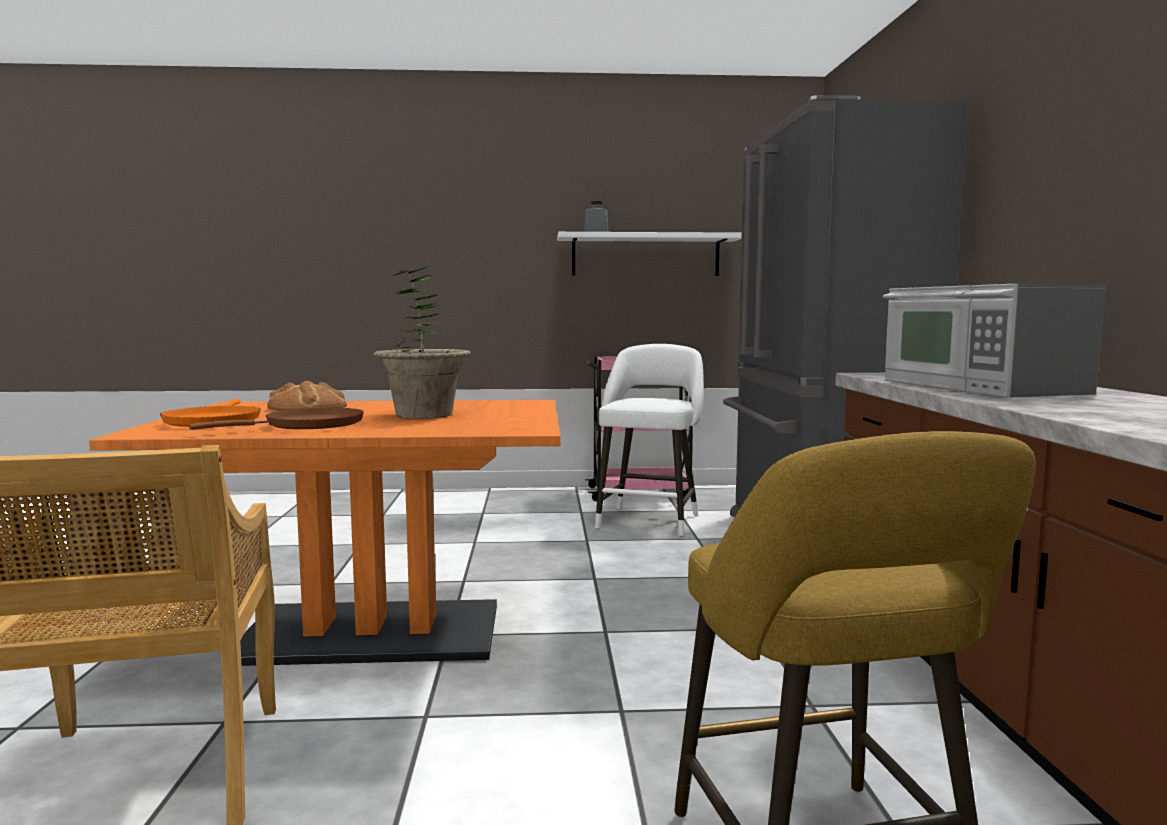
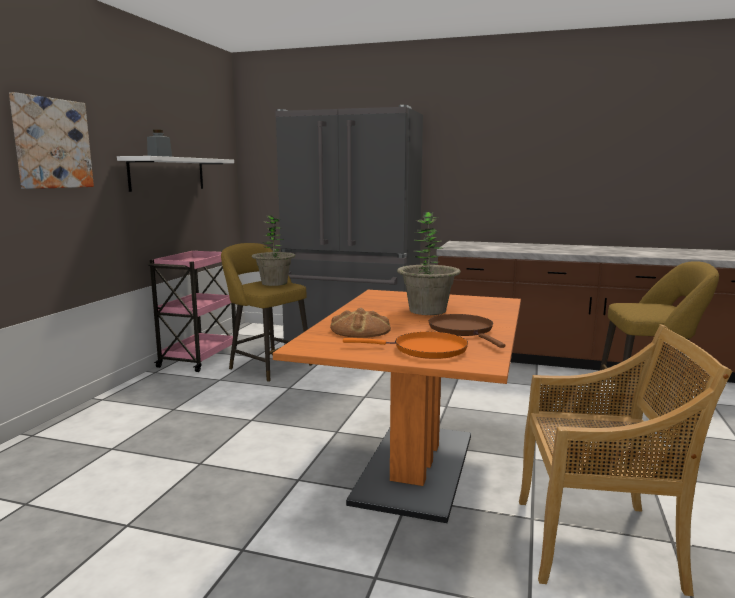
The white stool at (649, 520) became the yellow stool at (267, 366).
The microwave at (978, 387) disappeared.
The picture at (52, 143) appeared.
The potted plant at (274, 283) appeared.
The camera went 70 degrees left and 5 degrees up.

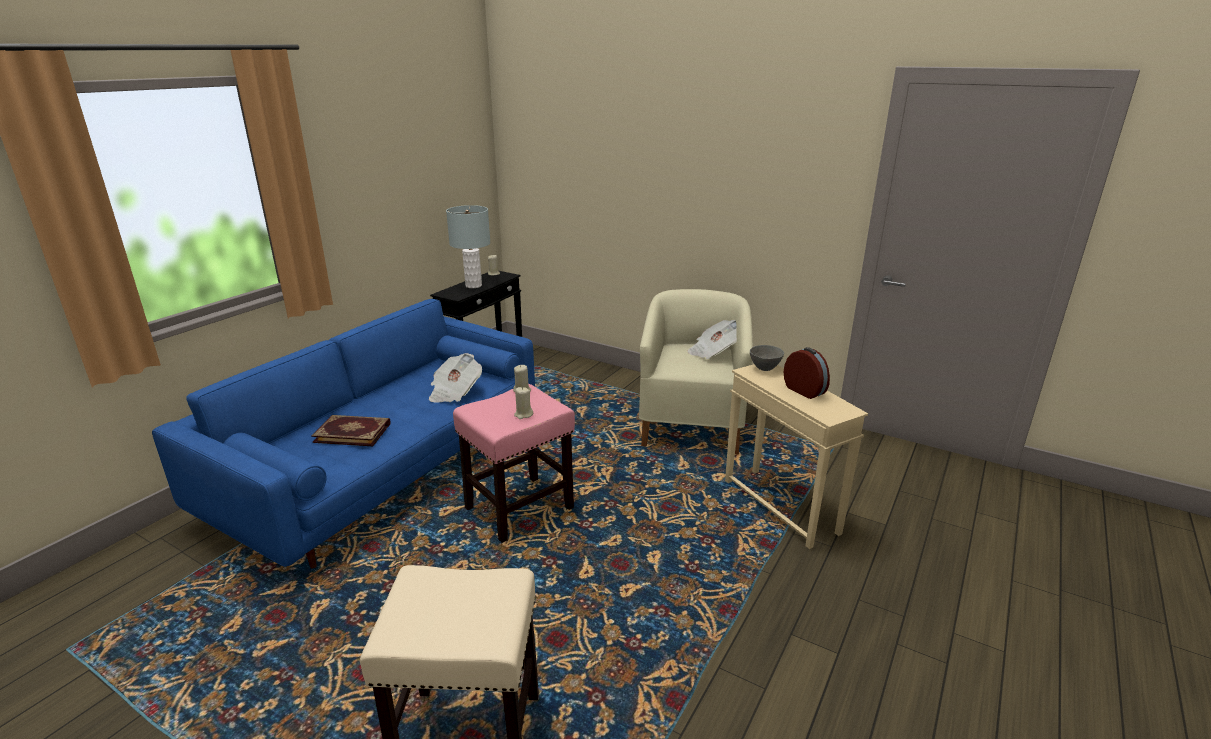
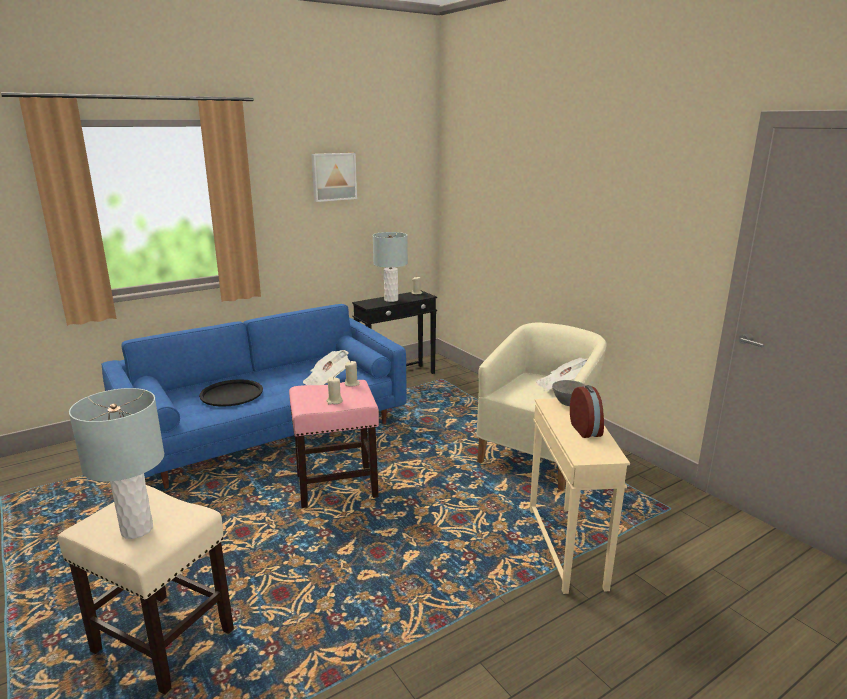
The book at (353, 432) was replaced by the black tray at (231, 394).
The grey table lamp at (136, 530) appeared.
The picture at (333, 176) appeared.
The camera went 25 degrees right and 5 degrees down.

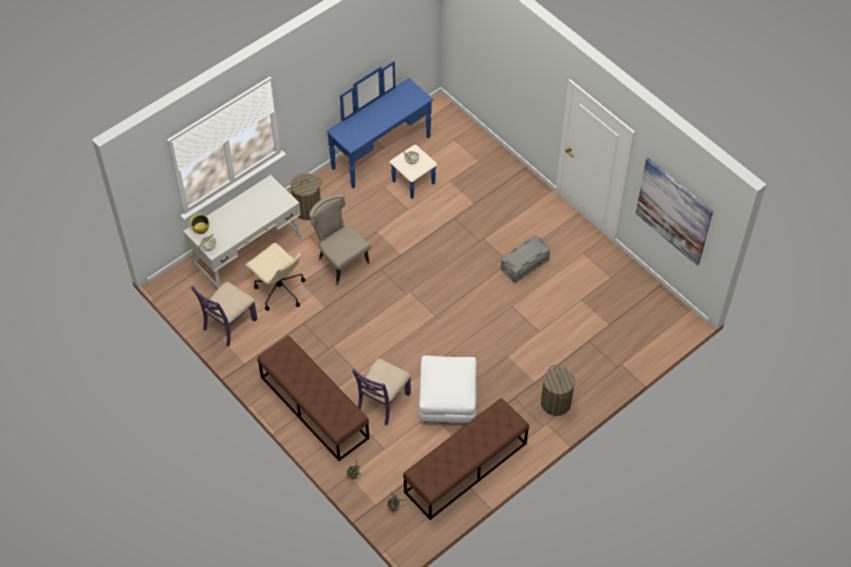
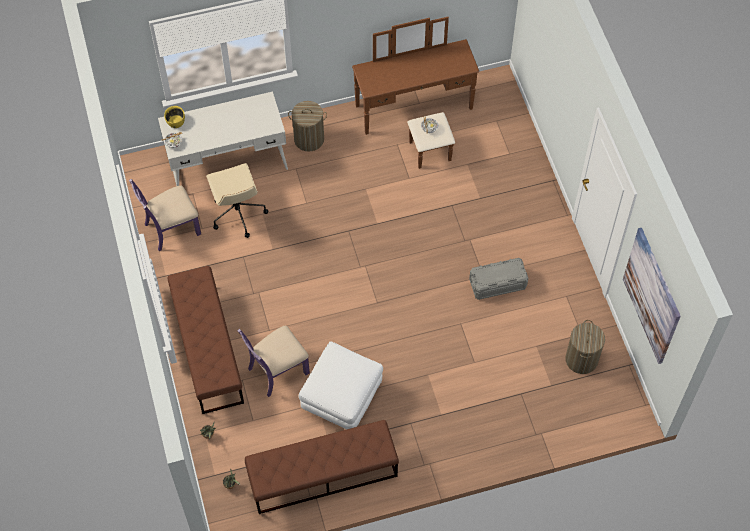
The beige chair at (341, 261) disappeared.
The blue dresser at (389, 159) became the brown dresser at (418, 117).
The laundry basket moved from (555, 403) to (581, 359).
The camera went 25 degrees right and 5 degrees up.

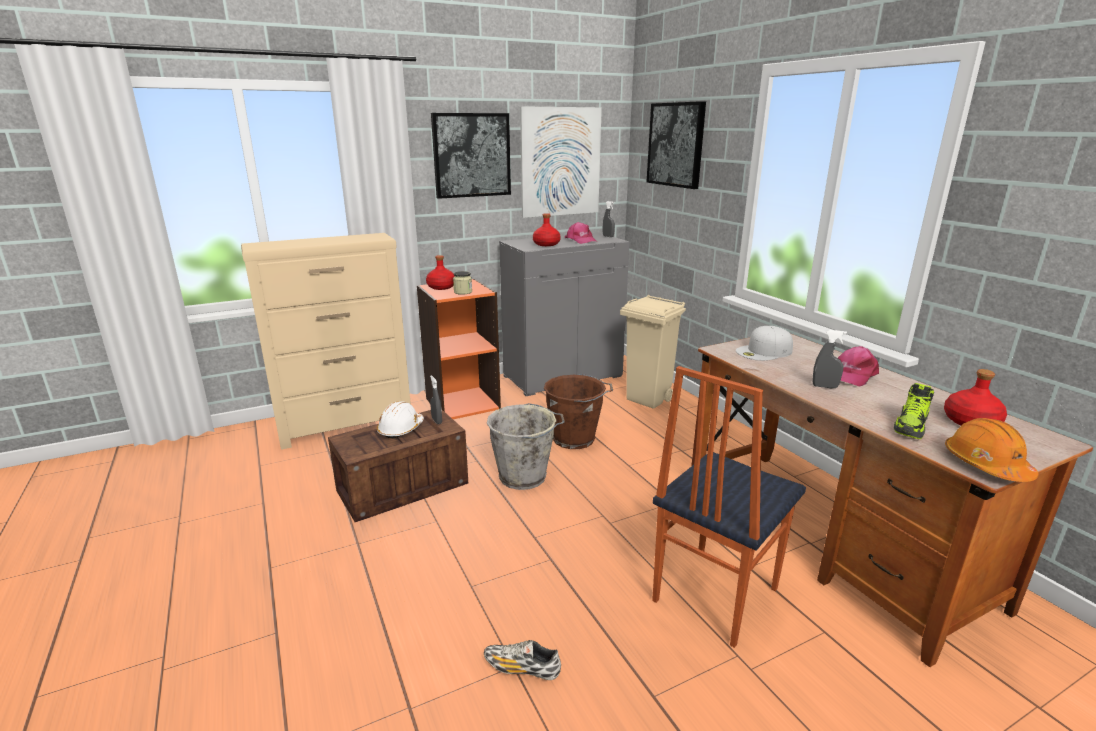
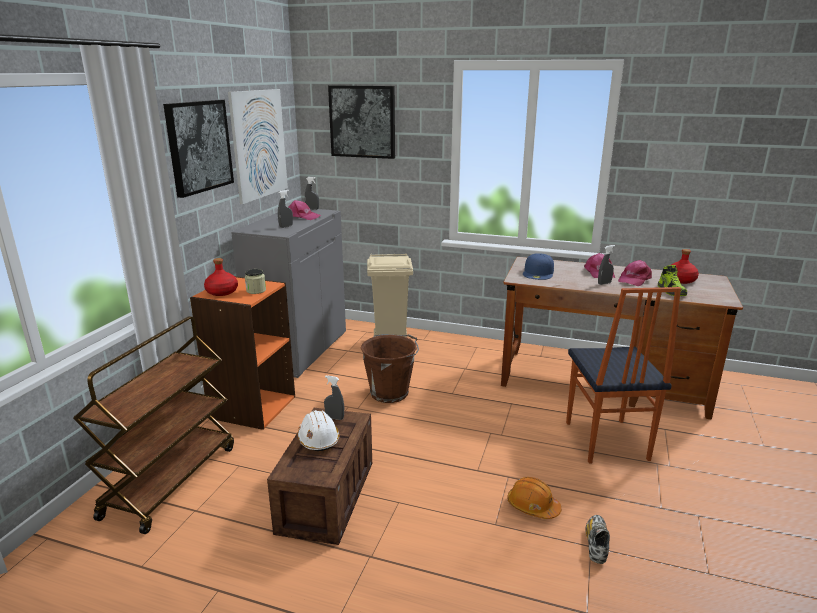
The beige dresser at (347, 426) was replaced by the brown cart at (171, 480).
The shoe at (522, 668) turned 135 degrees clockwise.
The grey bucket at (525, 476) disappeared.
The red bottle at (546, 244) was replaced by the grey spray bottle at (286, 226).
The white cap at (764, 351) became the blue cap at (538, 272).
The orange hard hat moved from (986, 465) to (532, 506).
The pink cap at (634, 279) appeared.
The camera went 45 degrees left and 0 degrees up.

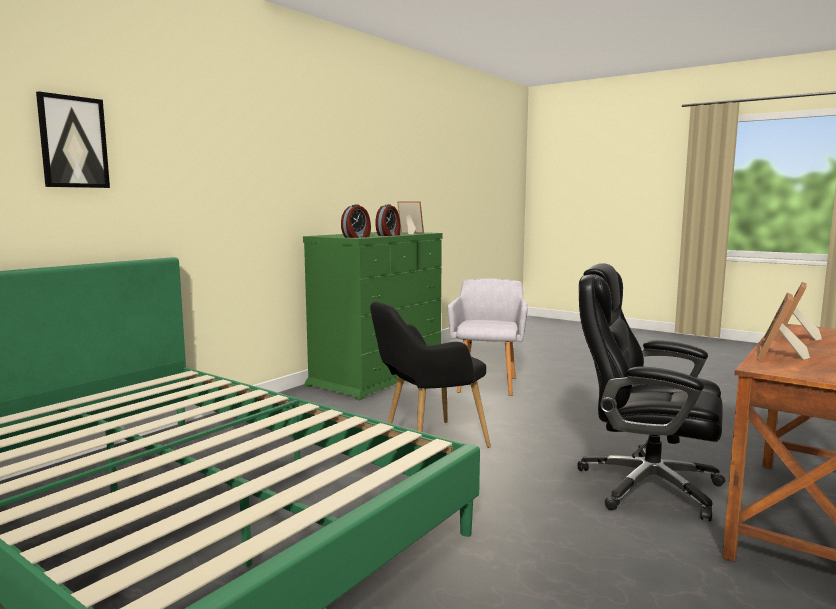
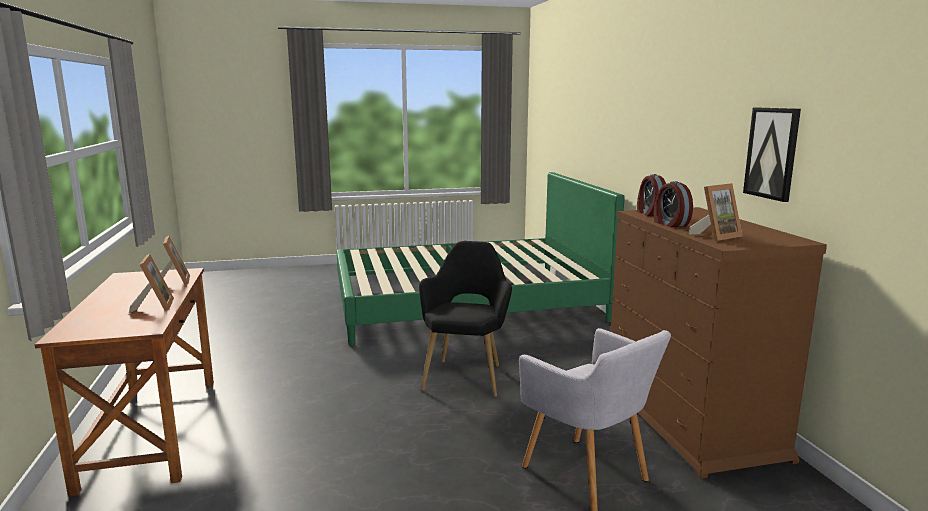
The picture moved from (73, 142) to (772, 153).
The green dresser at (377, 377) became the brown dresser at (690, 419).
The black office chair at (645, 485) disappeared.
The camera went 130 degrees right and 5 degrees up.

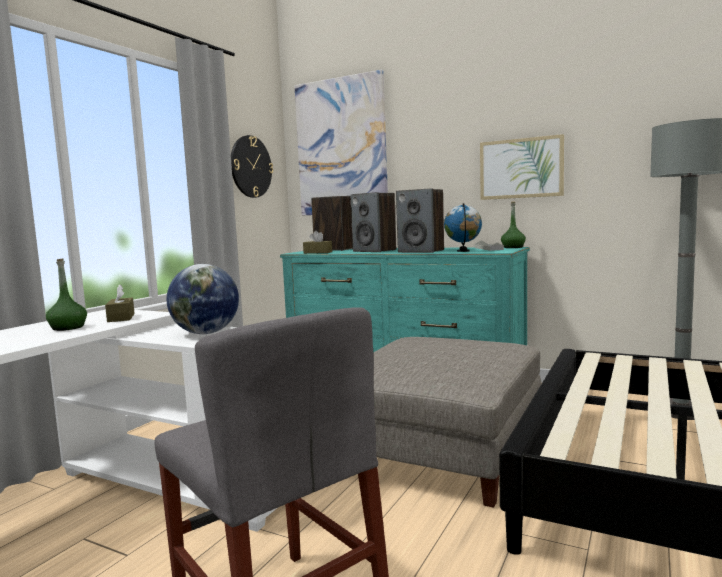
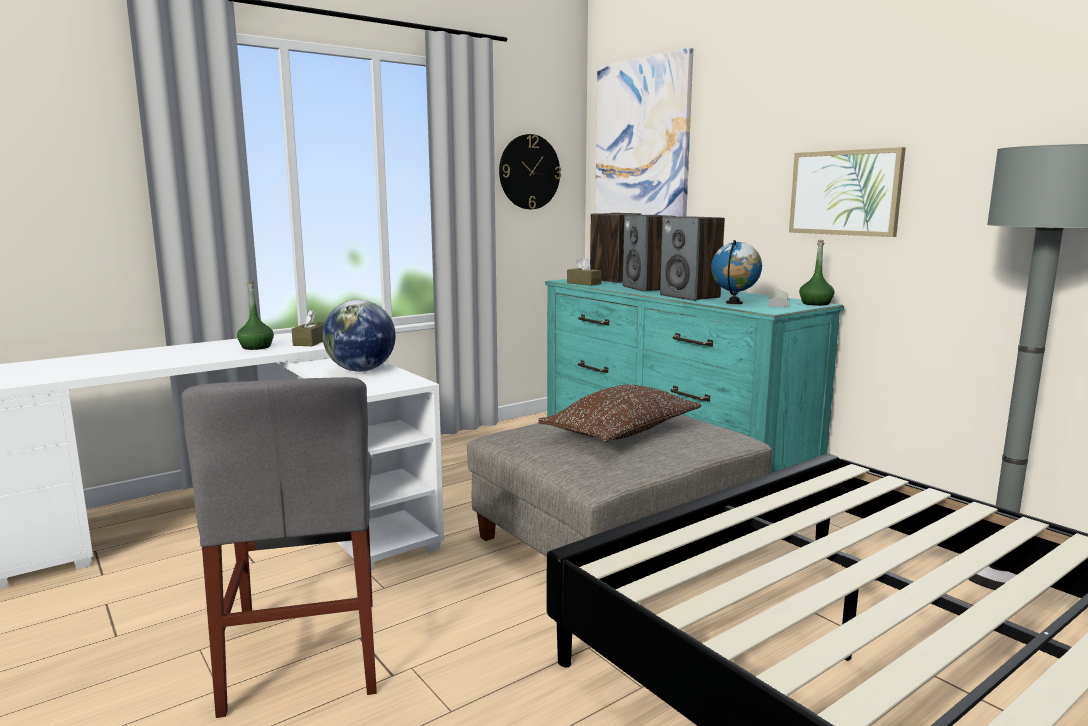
The brown pillow at (622, 432) appeared.
The camera went 25 degrees right and 5 degrees up.

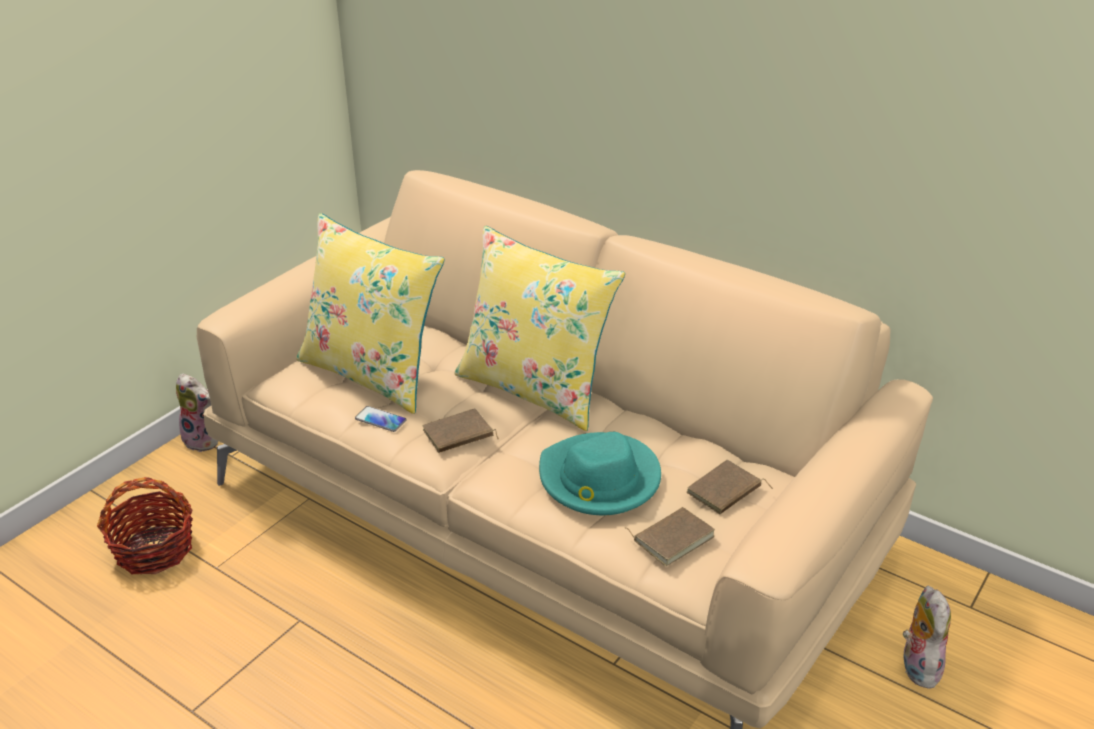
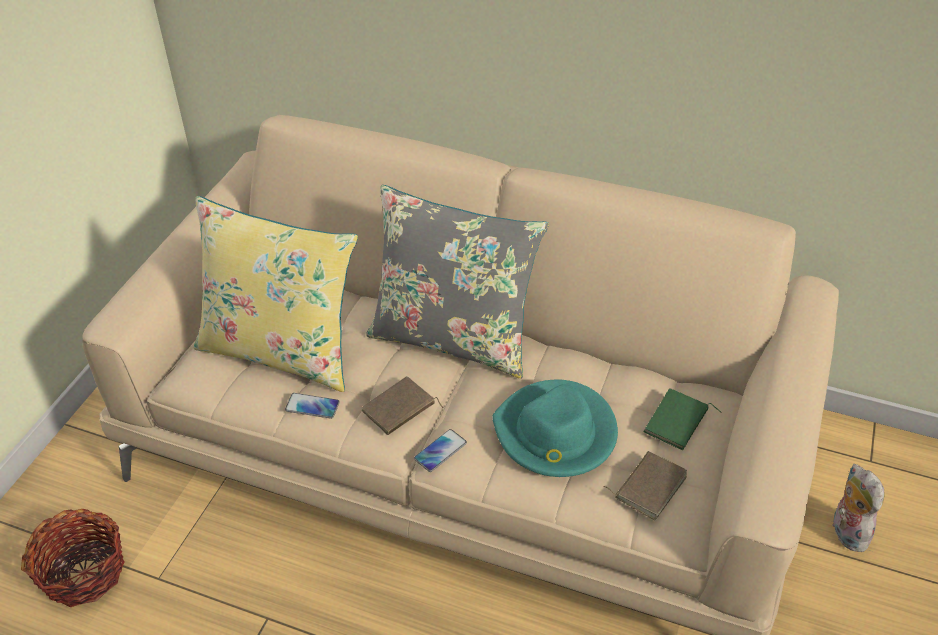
The plush toy at (204, 440) disappeared.
The yellow pillow at (535, 388) became the grey pillow at (453, 338).
The brown book at (725, 491) became the green book at (677, 423).
The phone at (440, 451) appeared.
The camera went 15 degrees left and 10 degrees up.

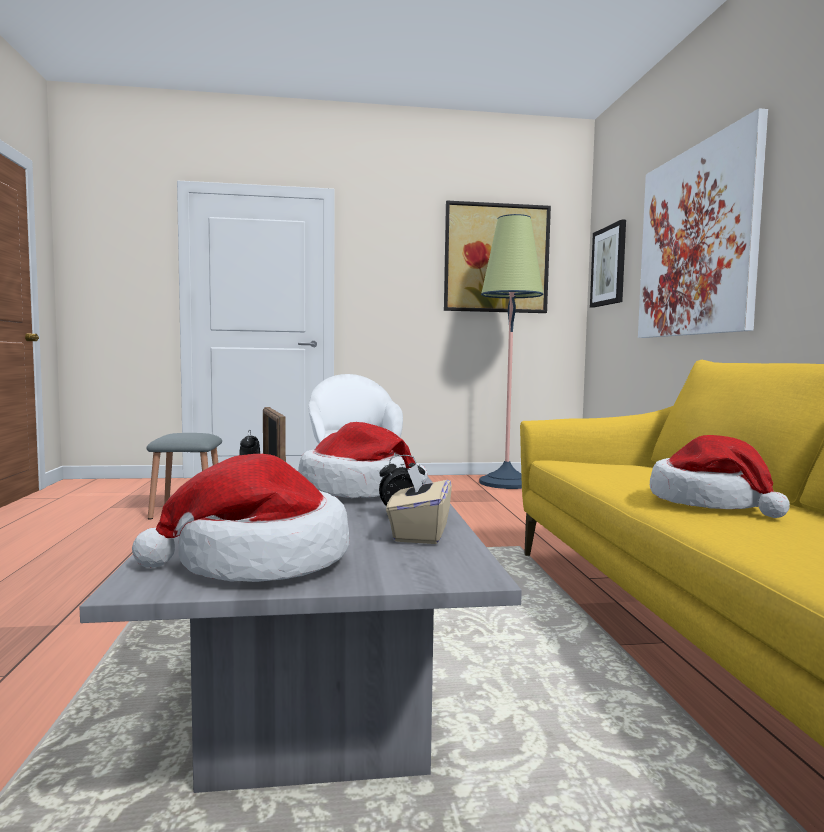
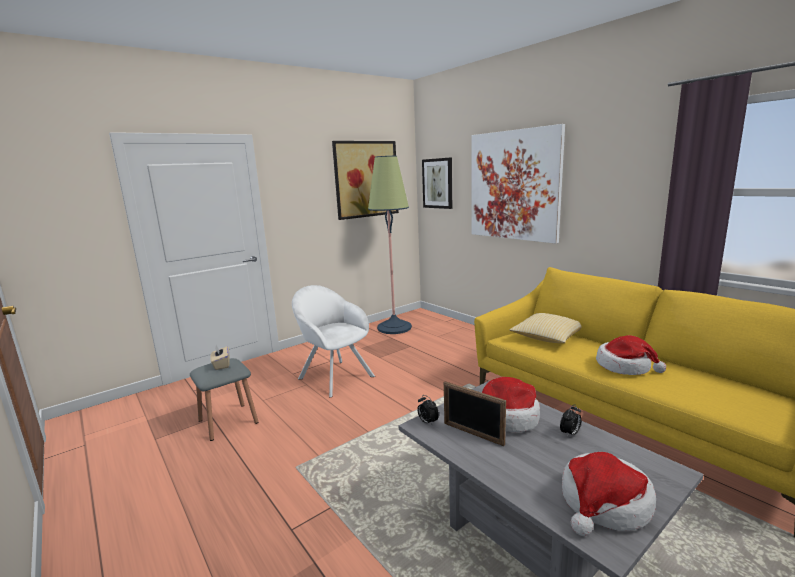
The beige tissue box moved from (419, 533) to (221, 365).
The pillow at (547, 338) appeared.
The camera went 30 degrees left and 10 degrees up.

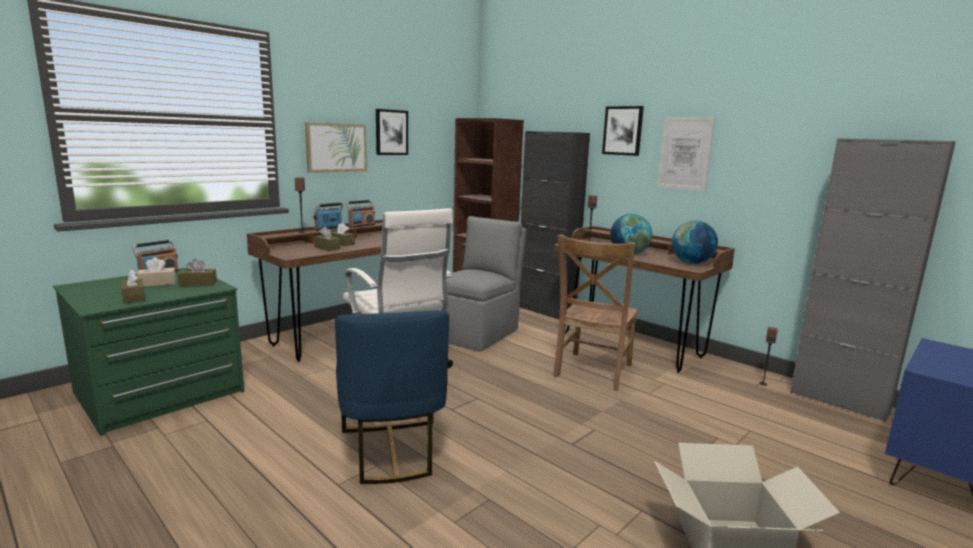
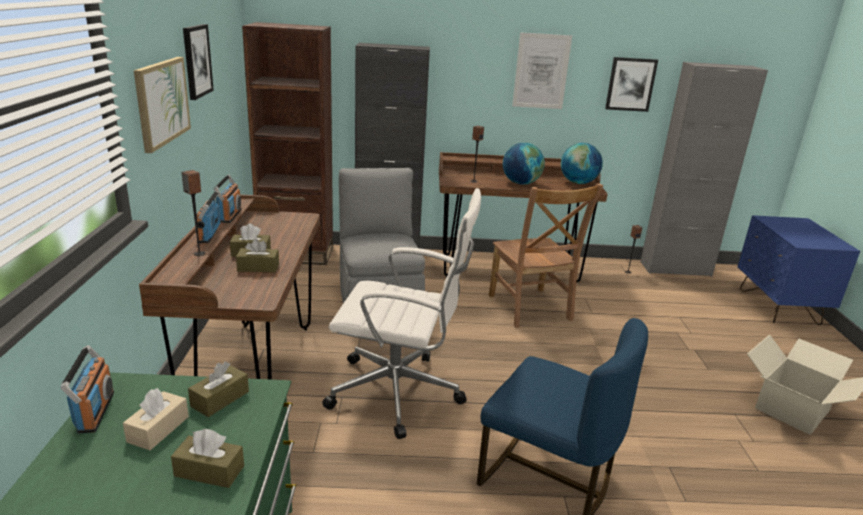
The picture moved from (623, 130) to (630, 84).
The camera went 45 degrees left and 10 degrees up.

